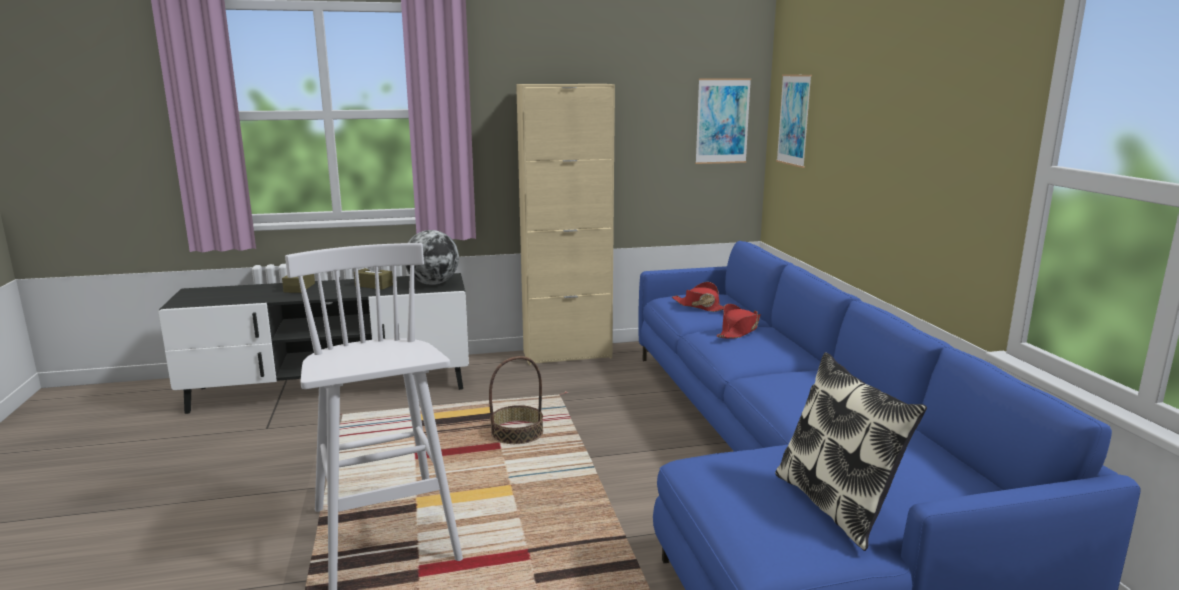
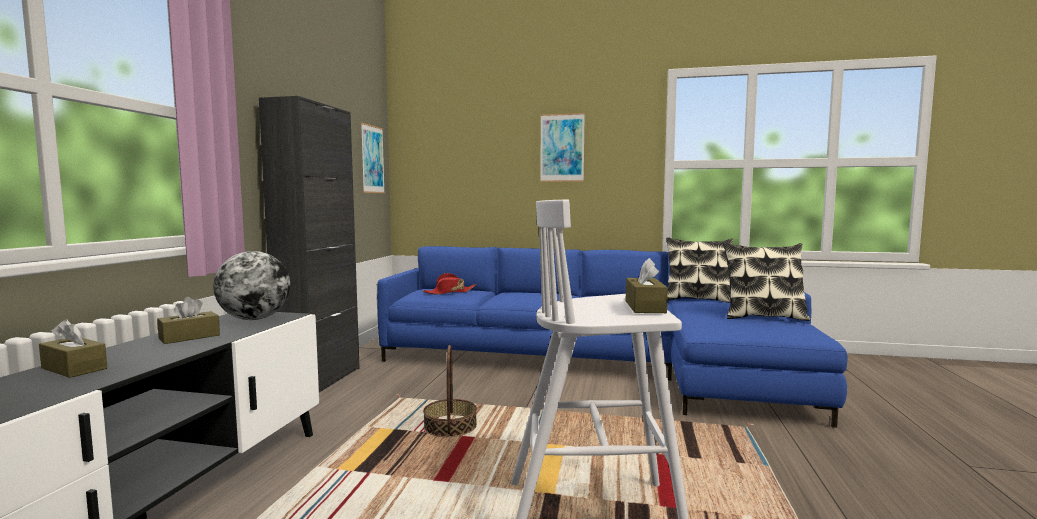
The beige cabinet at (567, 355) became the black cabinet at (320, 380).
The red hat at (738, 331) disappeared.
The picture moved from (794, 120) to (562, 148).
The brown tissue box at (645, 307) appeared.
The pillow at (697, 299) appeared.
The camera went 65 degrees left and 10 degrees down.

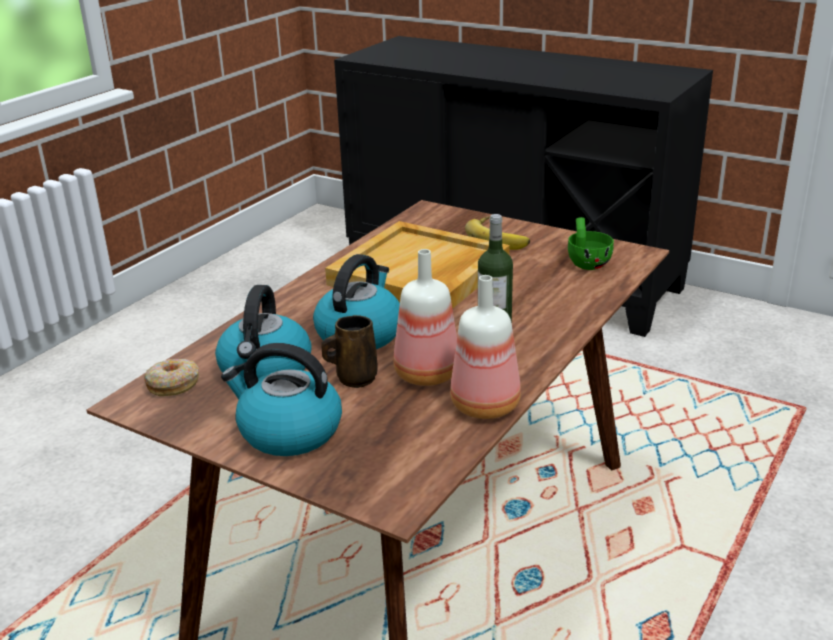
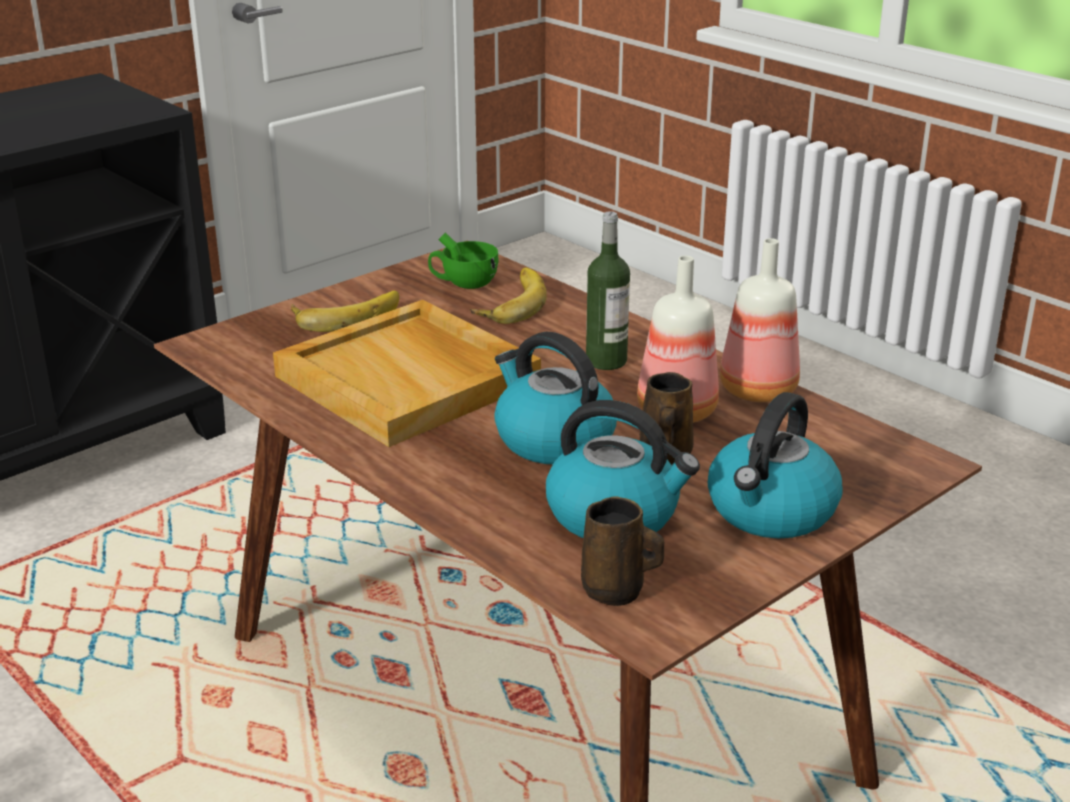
The donut at (173, 384) was replaced by the brown mug at (616, 591).
The banana at (509, 303) appeared.
The camera went 75 degrees left and 0 degrees up.

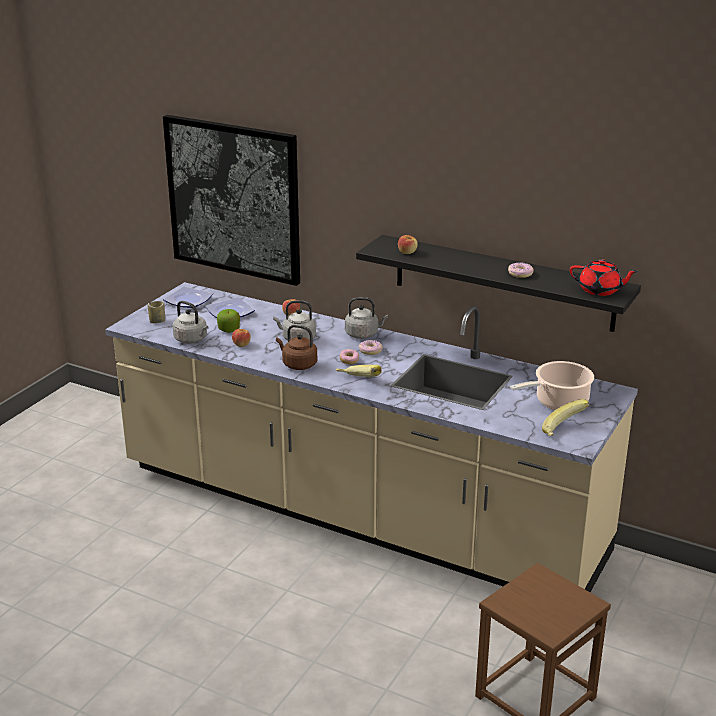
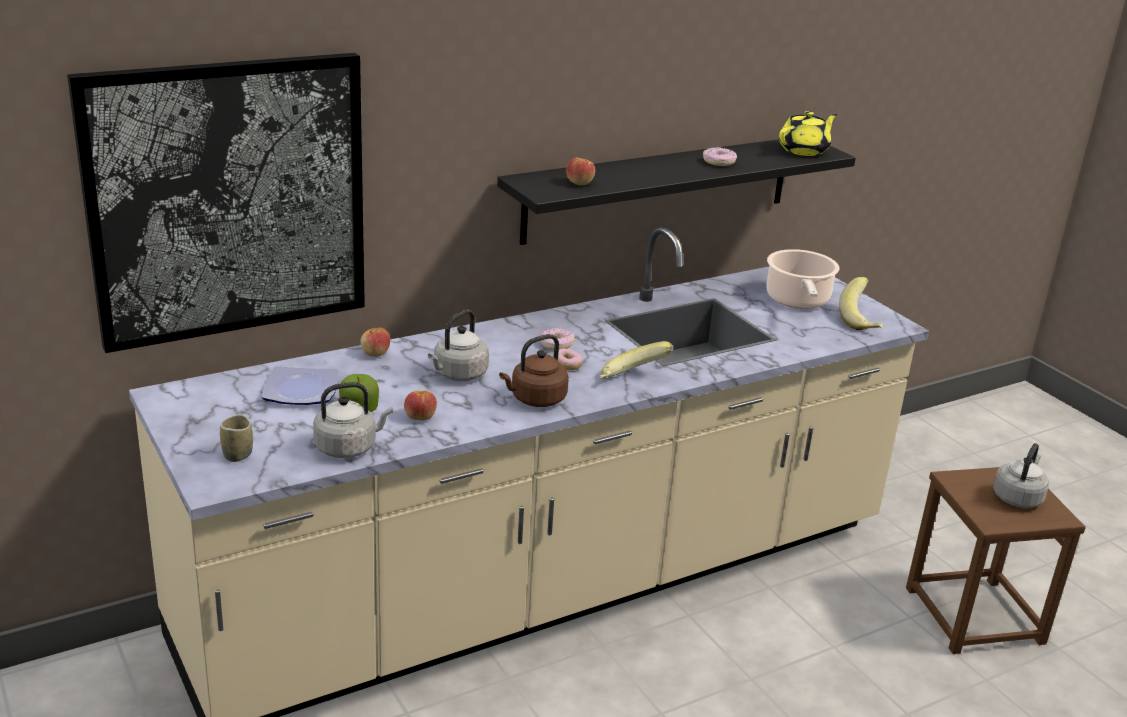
The plate at (189, 300) disappeared.
The grey kettle moved from (363, 334) to (1017, 497).
The red teapot at (600, 290) became the yellow teapot at (804, 150).
The camera went 60 degrees left and 0 degrees up.

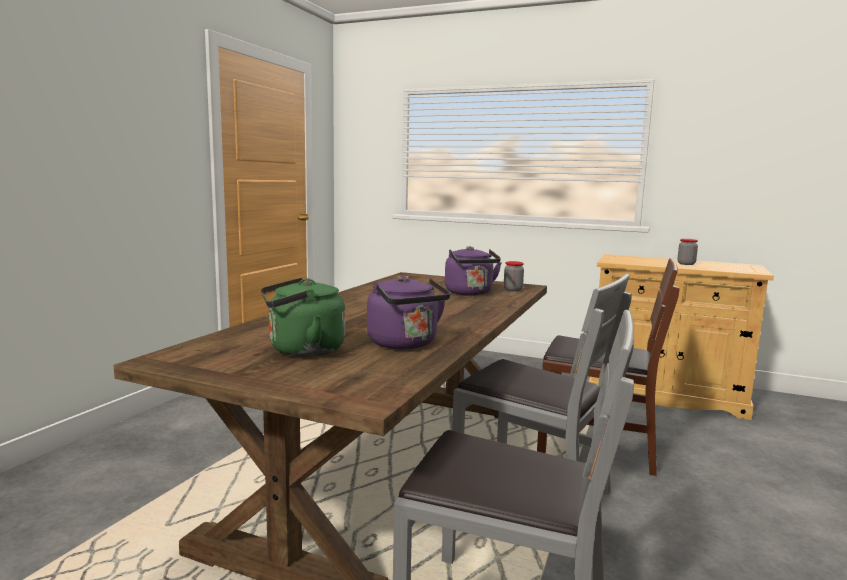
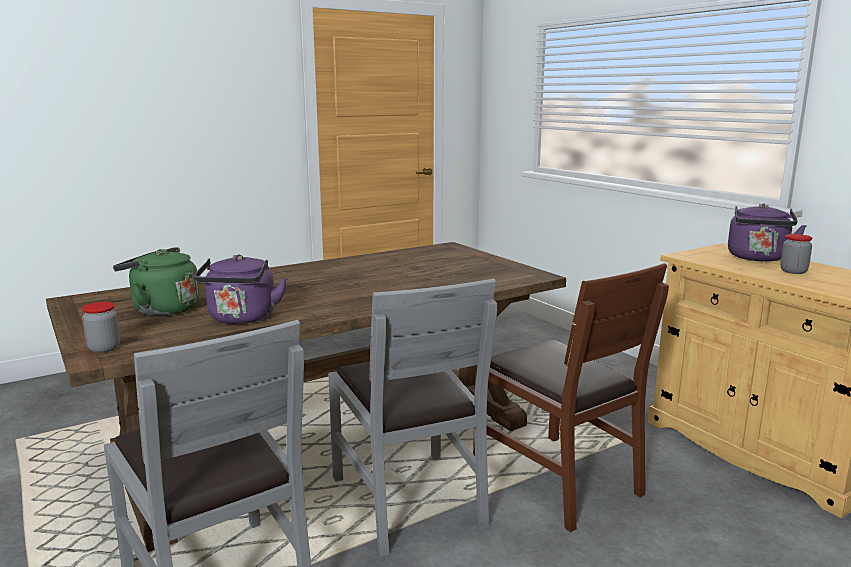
The purple kettle moved from (470, 293) to (758, 258).
The jar moved from (513, 289) to (104, 348).
The camera went 35 degrees right and 5 degrees up.

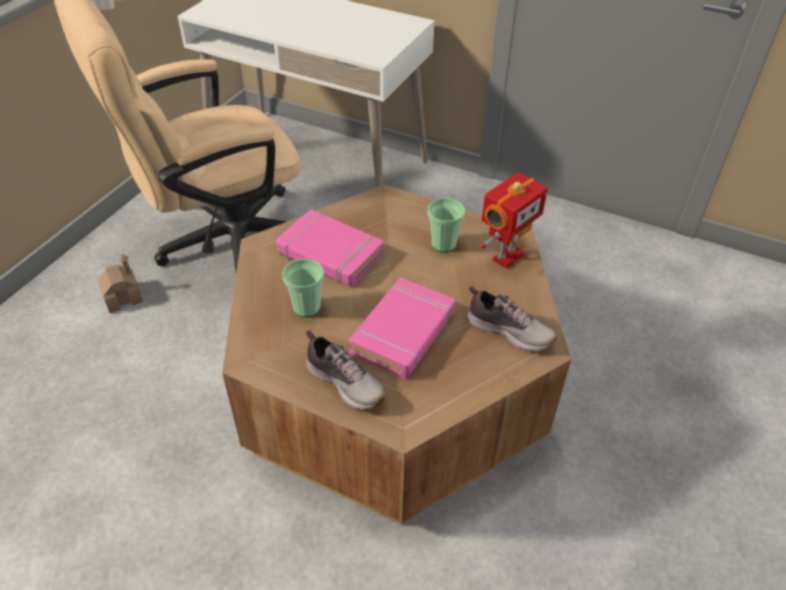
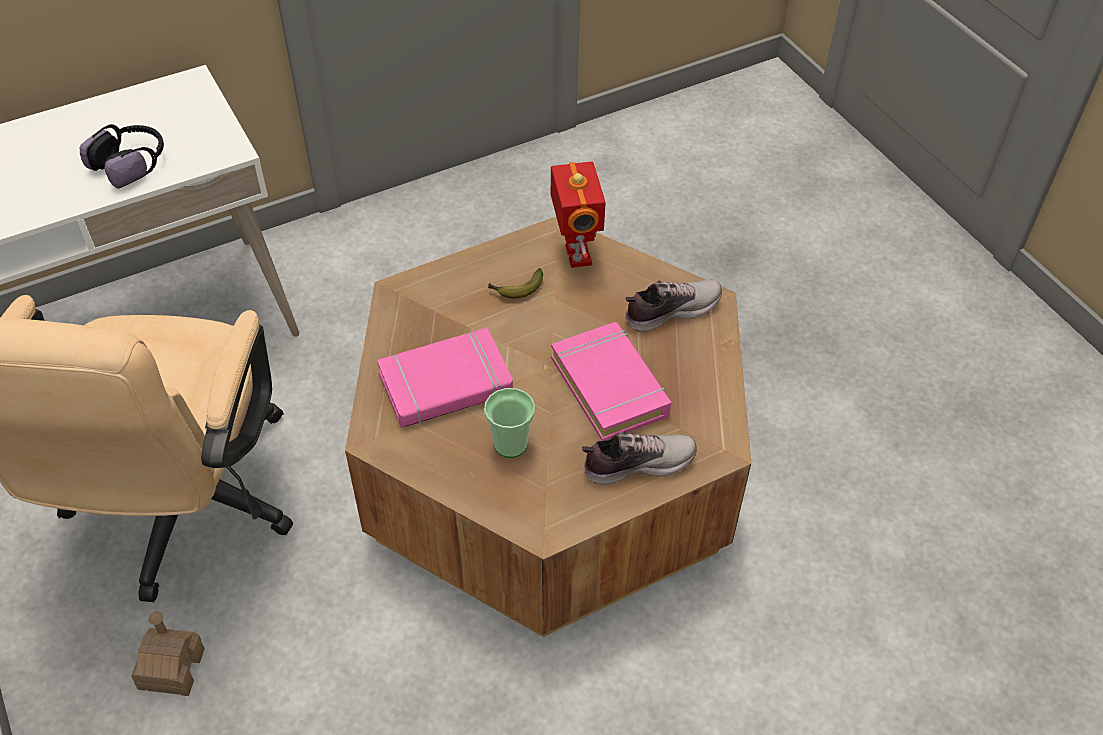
The cup at (443, 244) was replaced by the banana at (516, 289).
The headphones at (131, 164) appeared.
The camera went 55 degrees left and 5 degrees up.

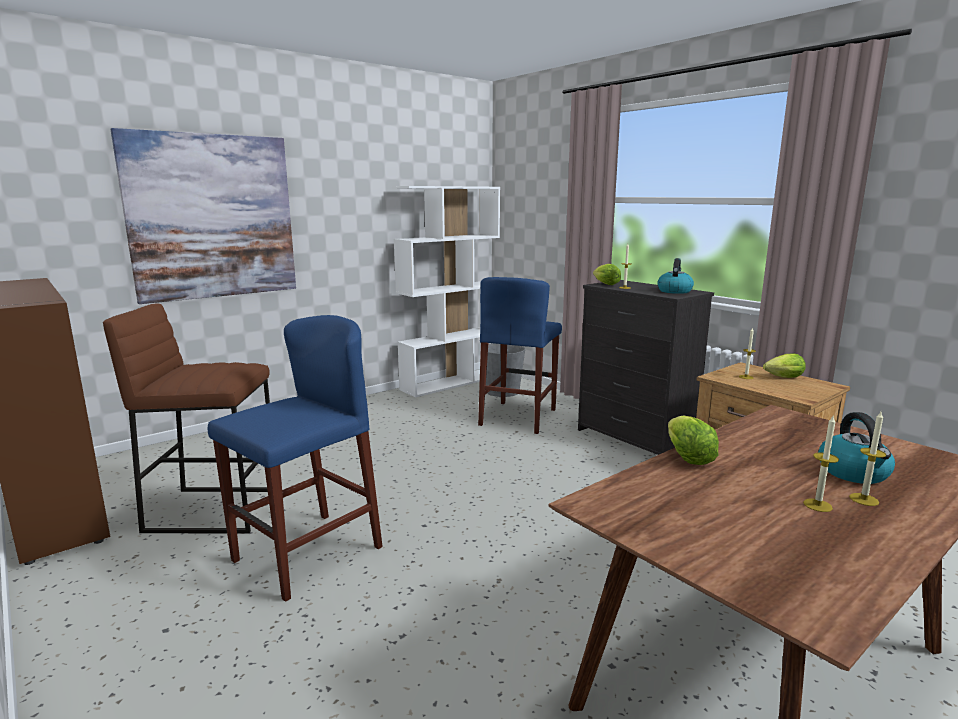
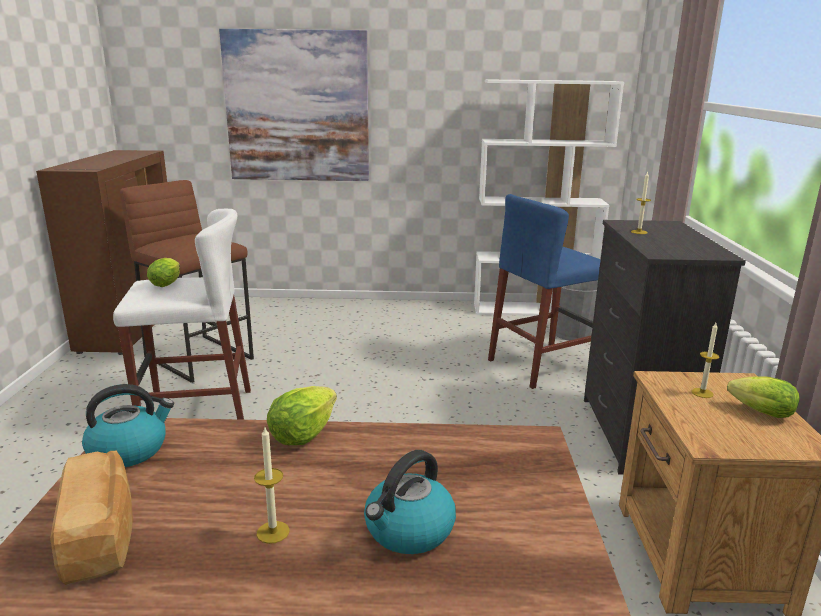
The blue stool at (307, 554) became the white stool at (197, 413).
The lettuce moved from (604, 284) to (167, 283).
The kettle moved from (674, 291) to (129, 450).
The candle at (863, 499) disappeared.
The bread at (101, 535) appeared.
The camera went 40 degrees right and 5 degrees up.

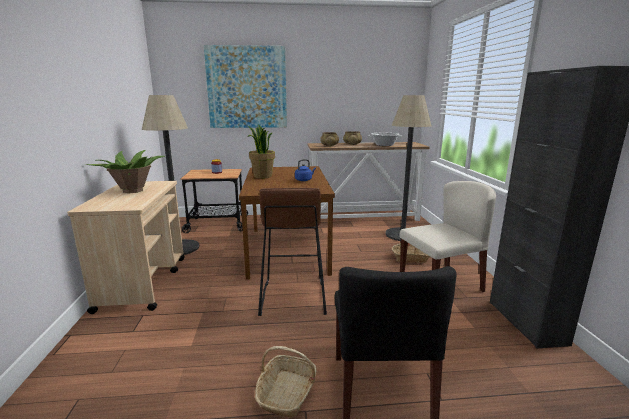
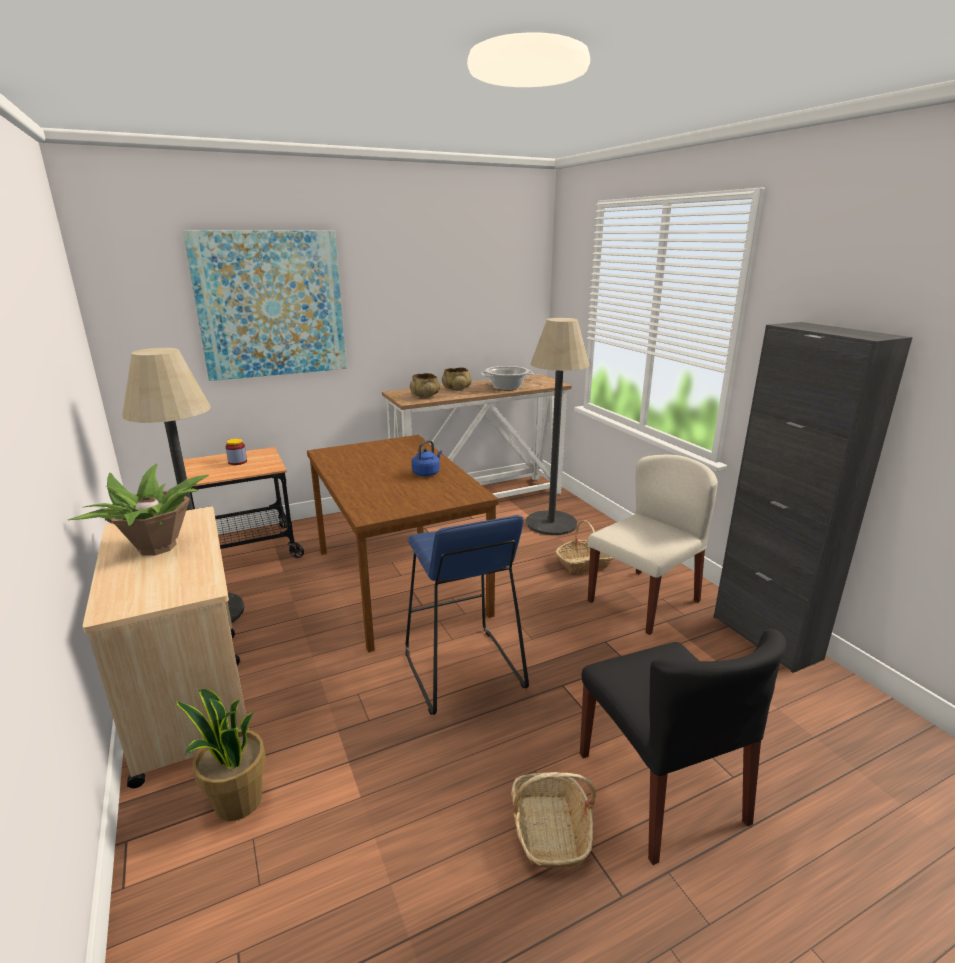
The potted plant moved from (262, 176) to (237, 802).
The brown stool at (292, 298) became the blue stool at (462, 671).
The camera went 20 degrees left and 5 degrees up.

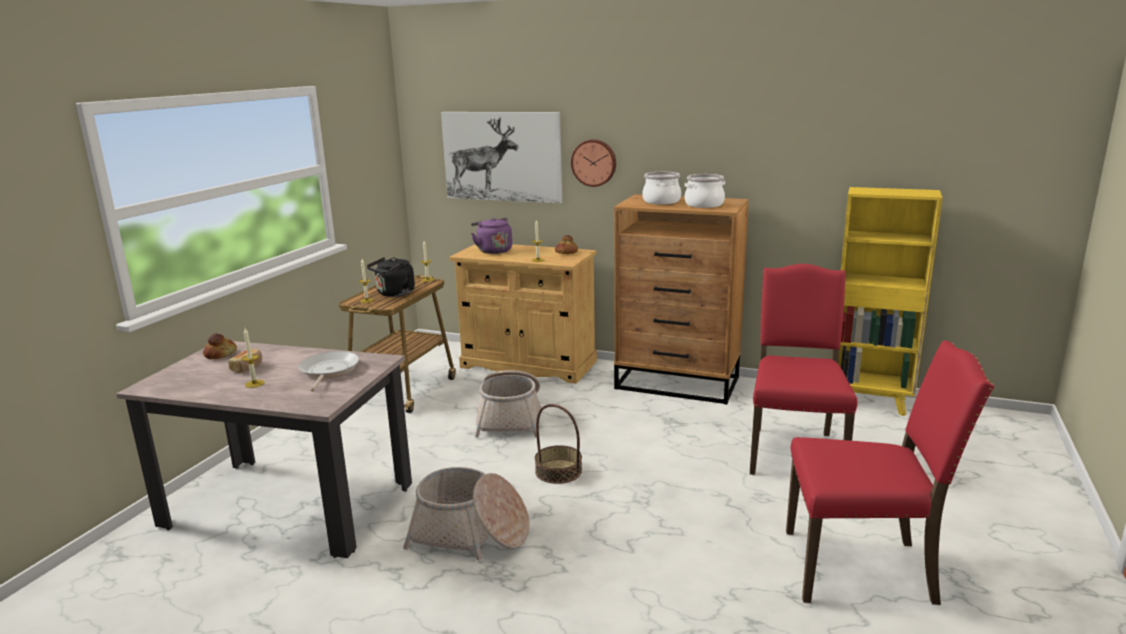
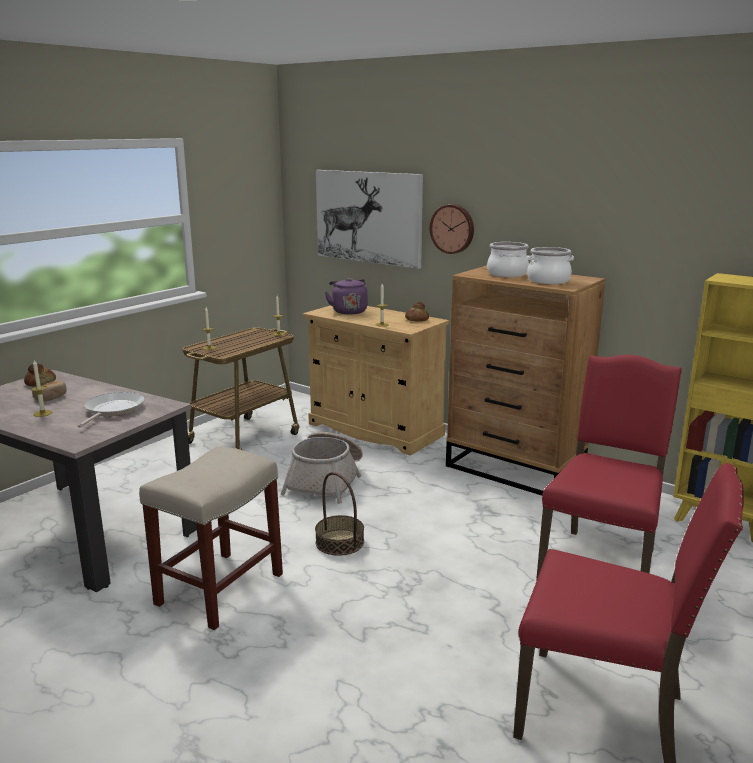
The black kettle at (394, 294) disappeared.
The basket at (470, 533) was replaced by the beige stool at (219, 590).
The camera went 15 degrees right and 0 degrees up.

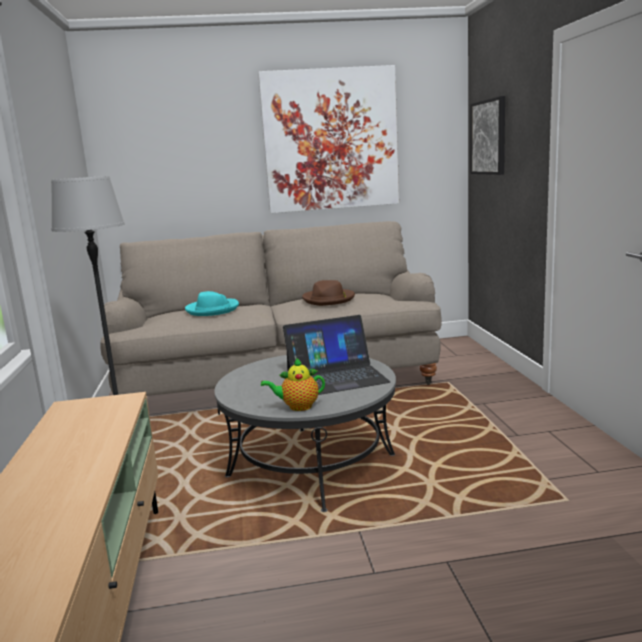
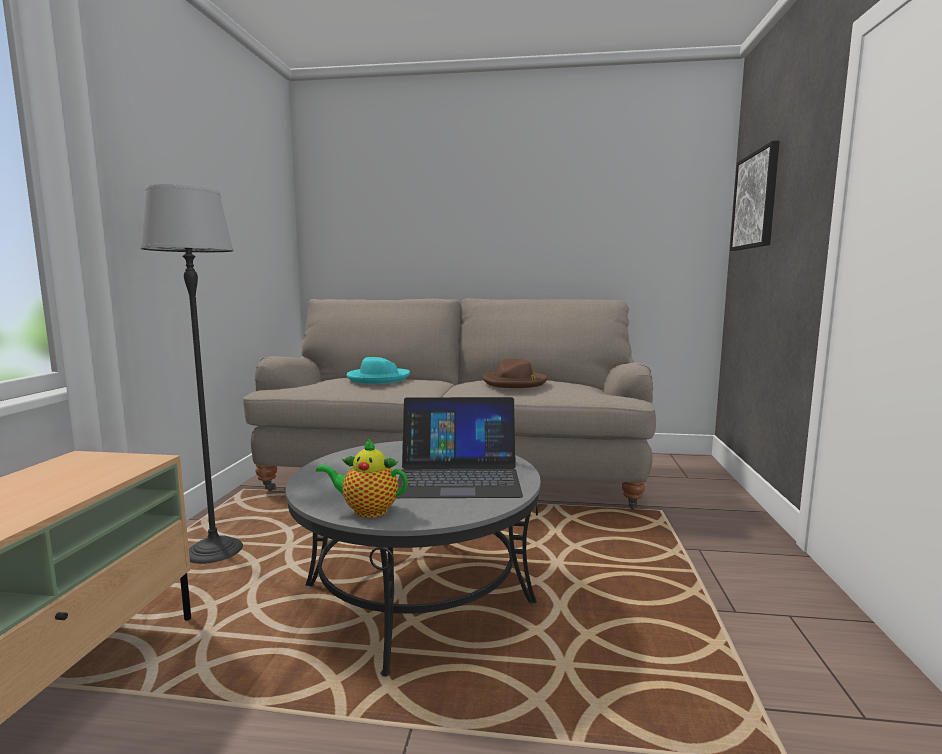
The picture at (330, 140) disappeared.
The camera went 15 degrees right and 5 degrees down.

